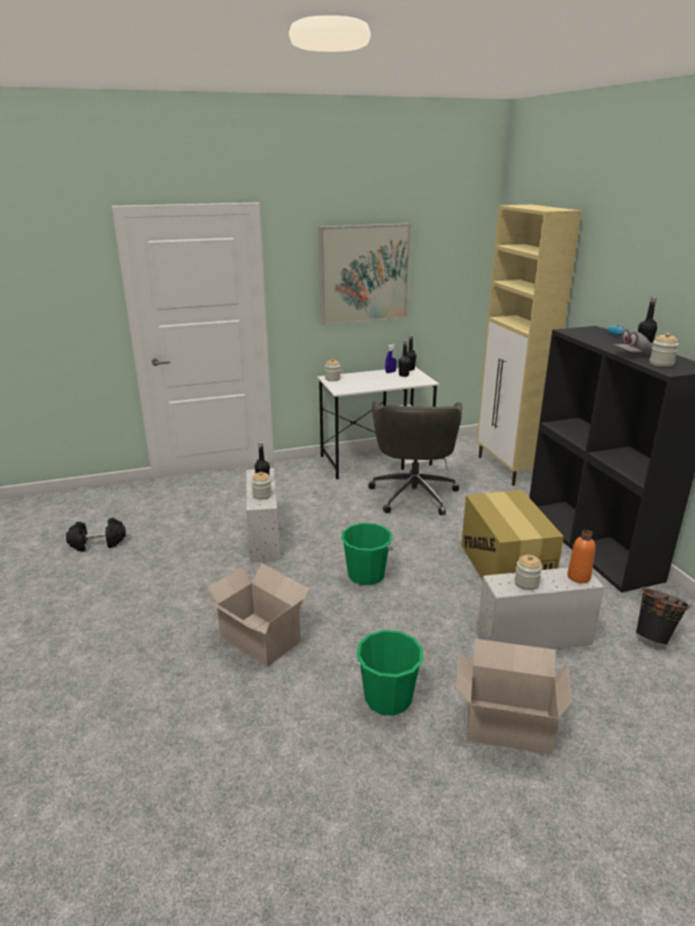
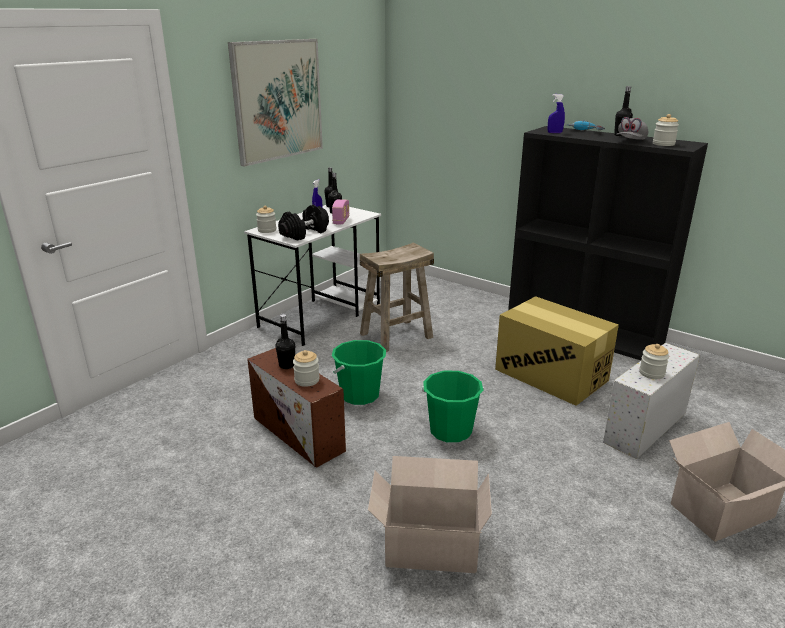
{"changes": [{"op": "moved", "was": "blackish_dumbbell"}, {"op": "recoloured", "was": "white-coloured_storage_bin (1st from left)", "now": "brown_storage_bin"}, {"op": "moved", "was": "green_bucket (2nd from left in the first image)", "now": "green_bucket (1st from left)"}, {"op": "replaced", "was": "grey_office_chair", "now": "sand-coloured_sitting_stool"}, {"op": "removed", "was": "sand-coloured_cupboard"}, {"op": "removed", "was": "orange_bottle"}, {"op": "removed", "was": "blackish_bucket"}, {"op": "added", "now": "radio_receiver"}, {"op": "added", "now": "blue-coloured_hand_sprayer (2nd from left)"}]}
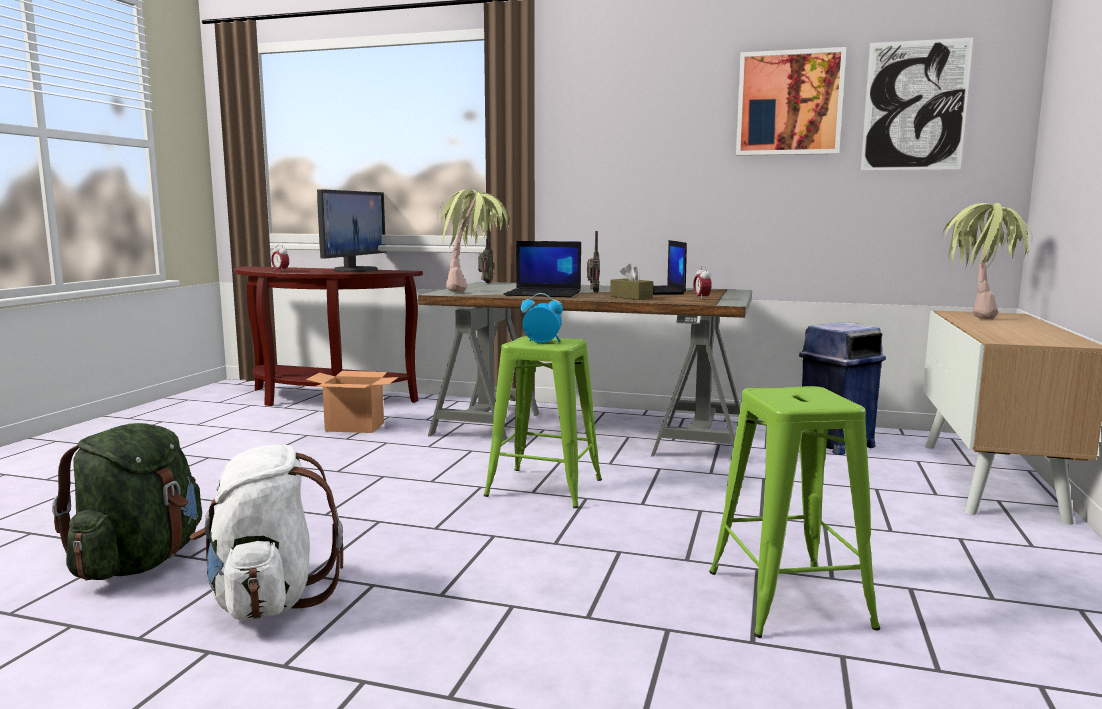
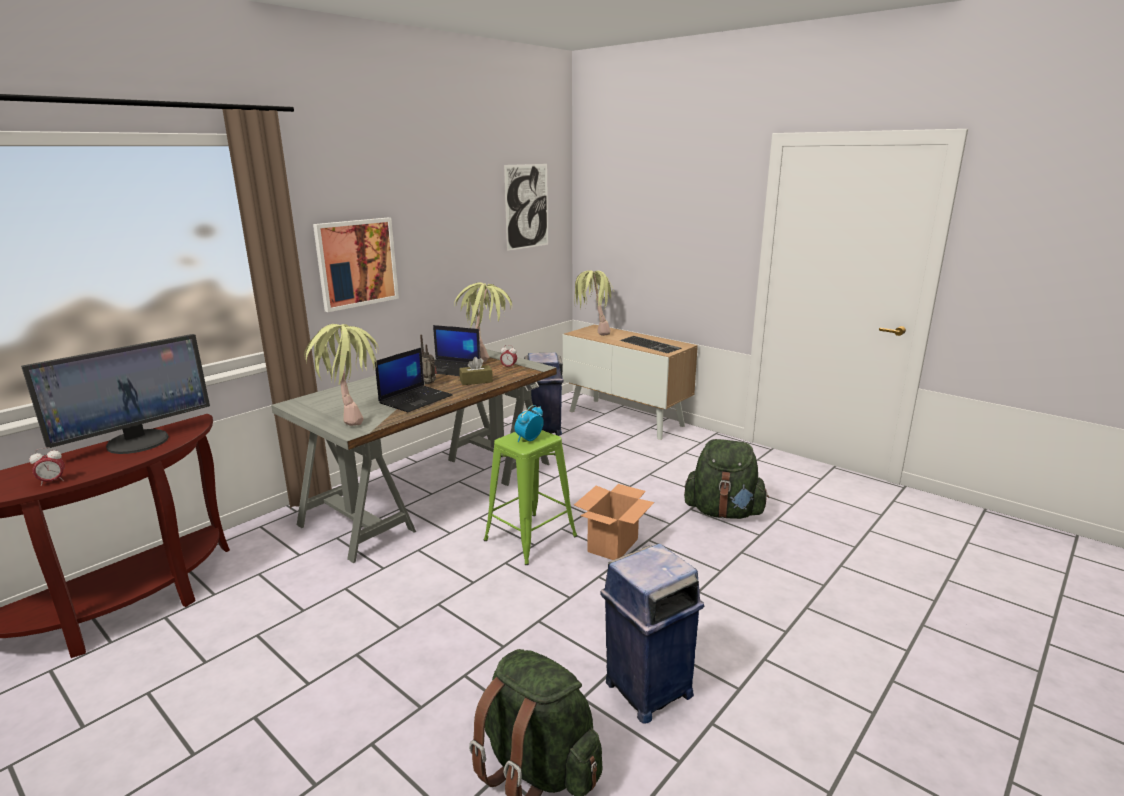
{"changes": [{"op": "replaced", "was": "white-coloured_knapsack", "now": "blue-coloured_trash_can (2nd from left)"}, {"op": "moved", "was": "cardboard_box"}, {"op": "turned", "was": "monitor", "clockwise": 90}, {"op": "removed", "was": "radio_receiver (1st from left)"}, {"op": "replaced", "was": "green_sitting_stool (2nd from left)", "now": "green_knapsack (2nd from left)"}, {"op": "moved", "was": "wall_art (1st from left)"}, {"op": "added", "now": "potted_plant (2nd from left)"}, {"op": "added", "now": "computer_keyboard"}]}
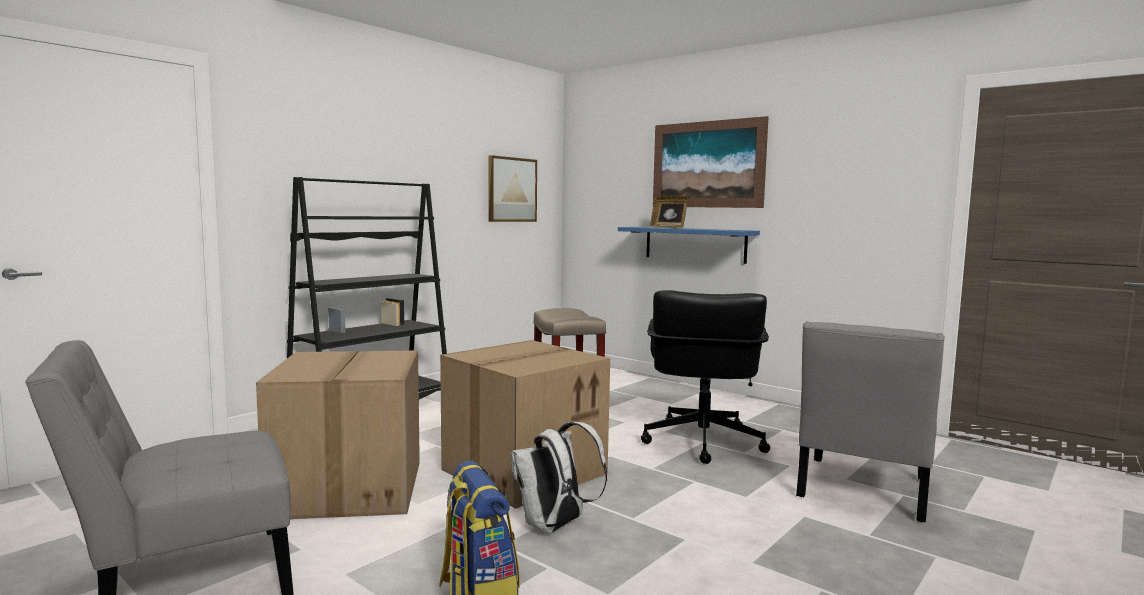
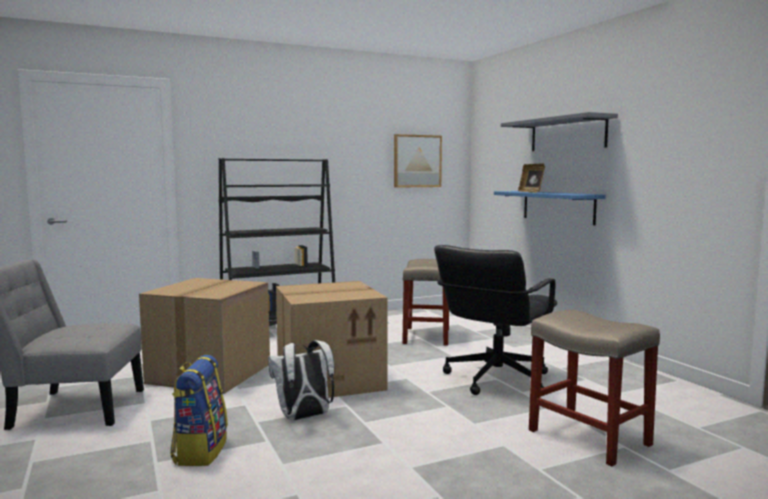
{"changes": [{"op": "replaced", "was": "wall_art (2nd from left)", "now": "grey_shelf"}, {"op": "replaced", "was": "grey_upright_chair (2nd from left)", "now": "sand-coloured_sitting_stool (2nd from left)"}]}
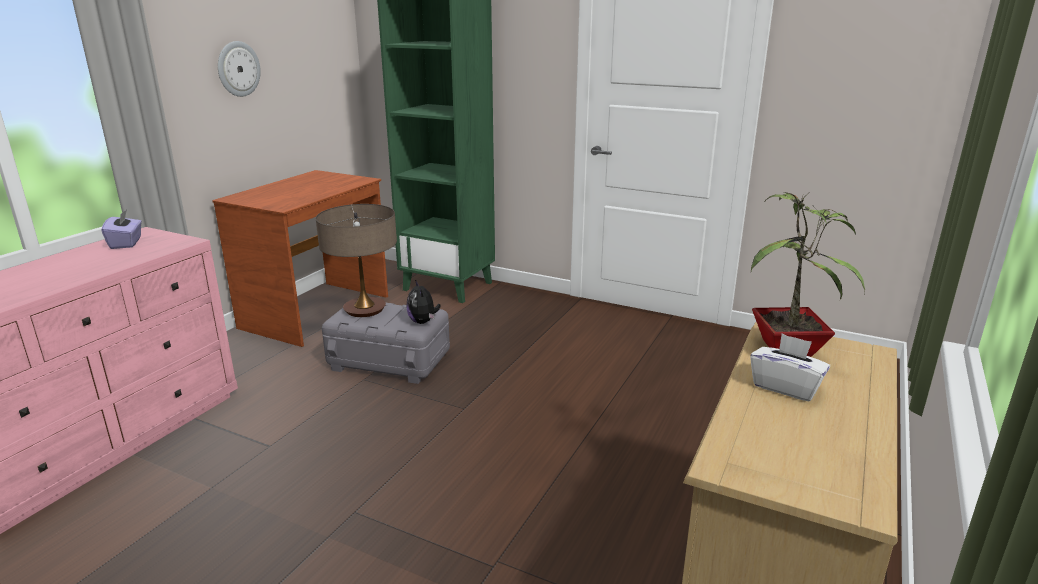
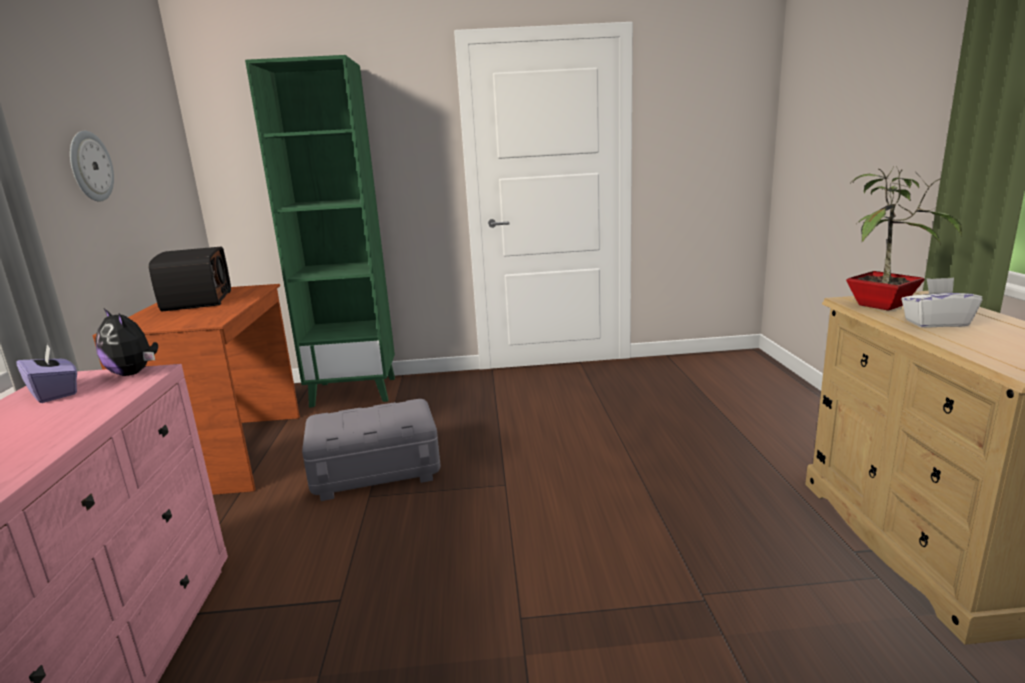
{"changes": [{"op": "removed", "was": "tabletop_lamp"}, {"op": "moved", "was": "soft_toy"}, {"op": "added", "now": "radio_receiver"}]}
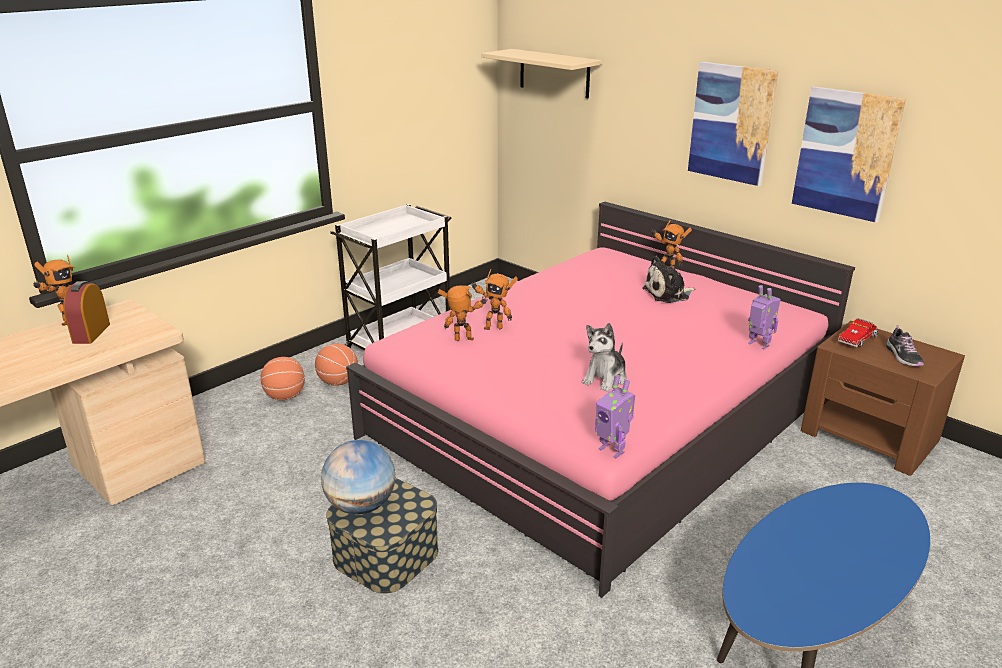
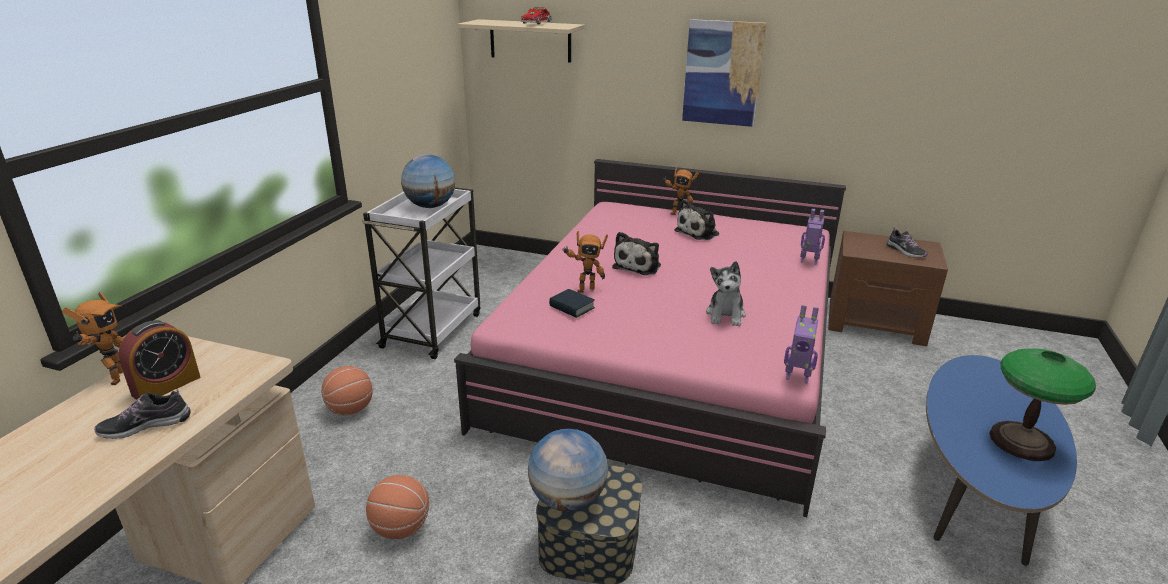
{"changes": [{"op": "turned", "was": "table_clock", "clockwise": -120}, {"op": "moved", "was": "basketball_ball (2nd from left)"}, {"op": "replaced", "was": "model_robot (2nd from left)", "now": "volume"}, {"op": "removed", "was": "wall_art (2nd from left)"}, {"op": "moved", "was": "model_truck"}, {"op": "added", "now": "shoe (1st from left)"}, {"op": "added", "now": "world_globe (1st from left)"}, {"op": "added", "now": "soft_toy (1st from left)"}, {"op": "added", "now": "tabletop_lamp"}]}
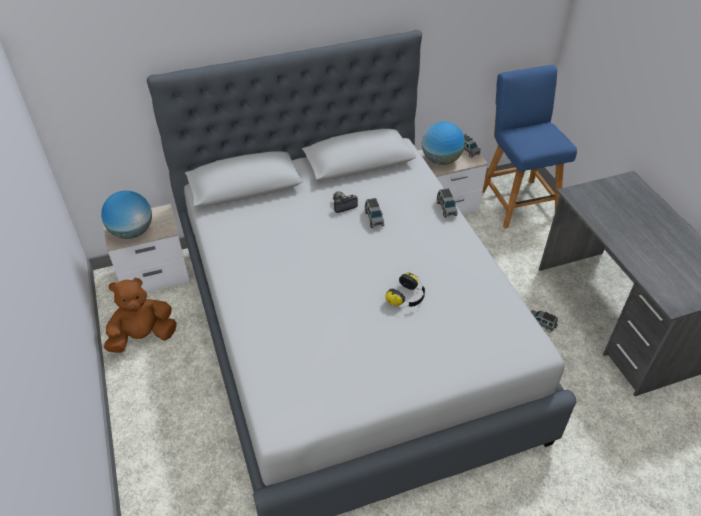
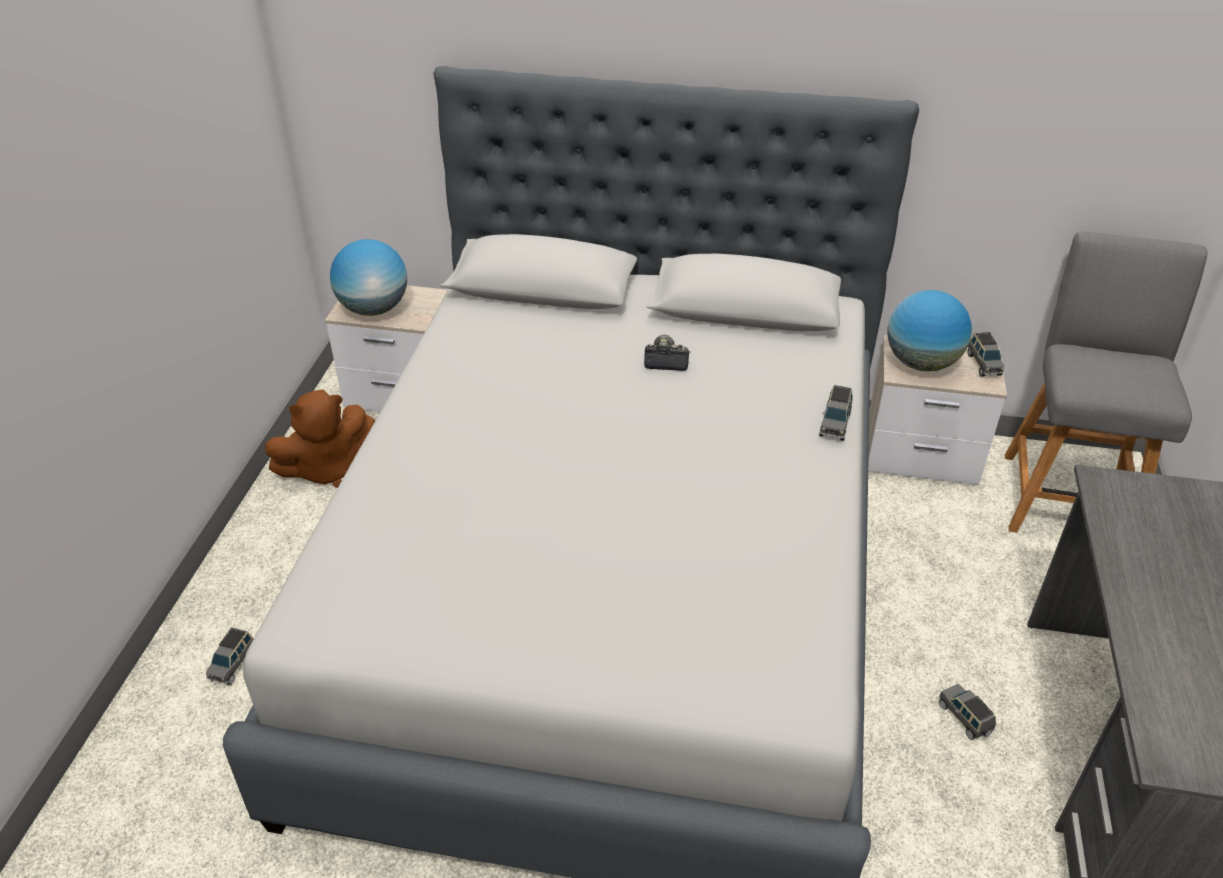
{"changes": [{"op": "turned", "was": "brown_soft_toy", "clockwise": 150}, {"op": "moved", "was": "grey_toy_car (1st from left)"}, {"op": "removed", "was": "pair_of_headphones"}, {"op": "recoloured", "was": "blue-coloured_upright_chair", "now": "grey_upright_chair"}]}
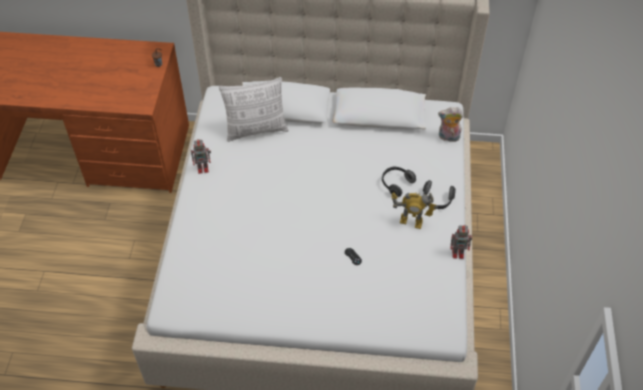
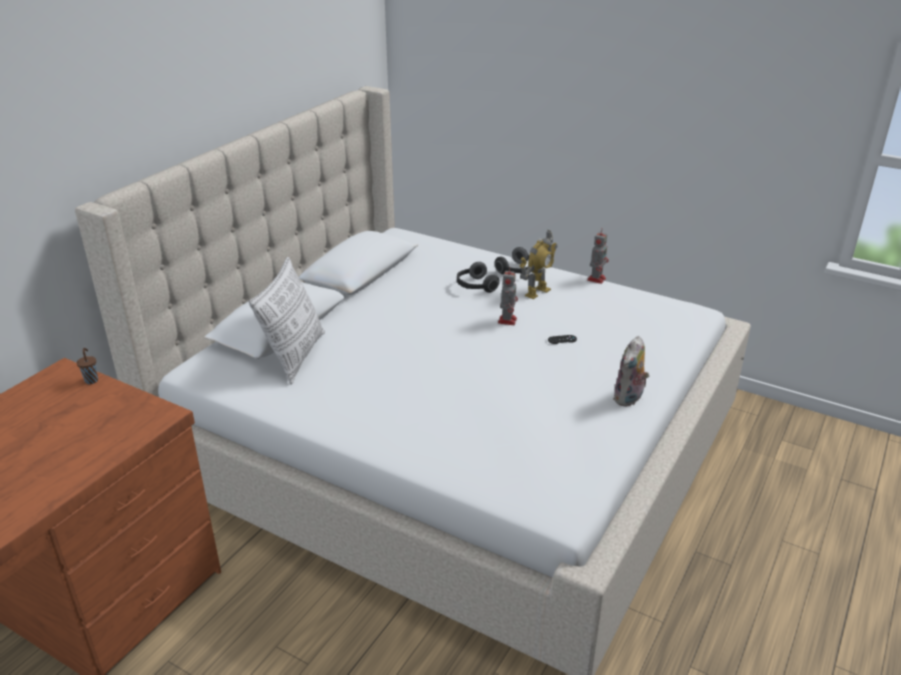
{"changes": [{"op": "moved", "was": "model_robot (1st from left)"}, {"op": "moved", "was": "soft_toy"}]}
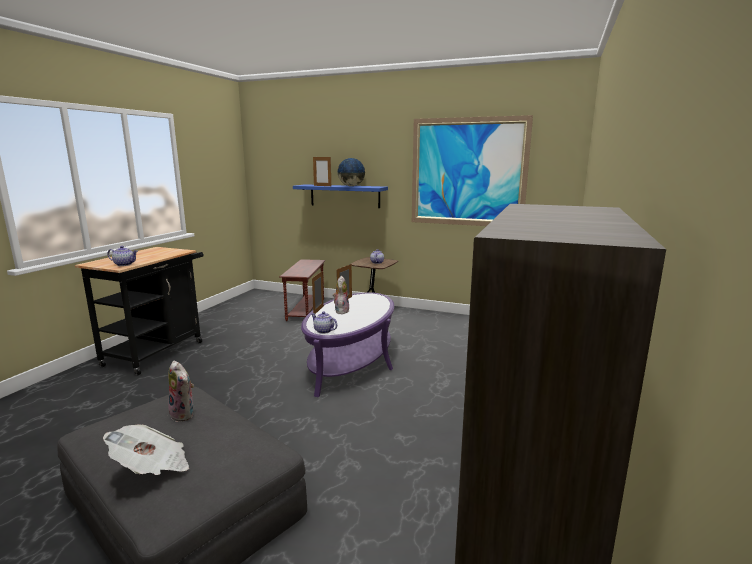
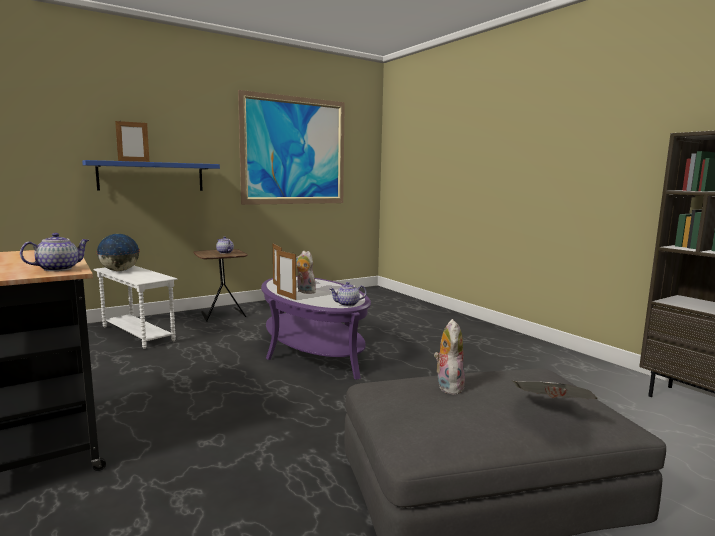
{"changes": [{"op": "turned", "was": "soft_toy (1st from left in the first image)", "clockwise": -75}, {"op": "recoloured", "was": "brown_end_table (1st from left)", "now": "white-coloured_end_table"}, {"op": "moved", "was": "world_globe"}]}
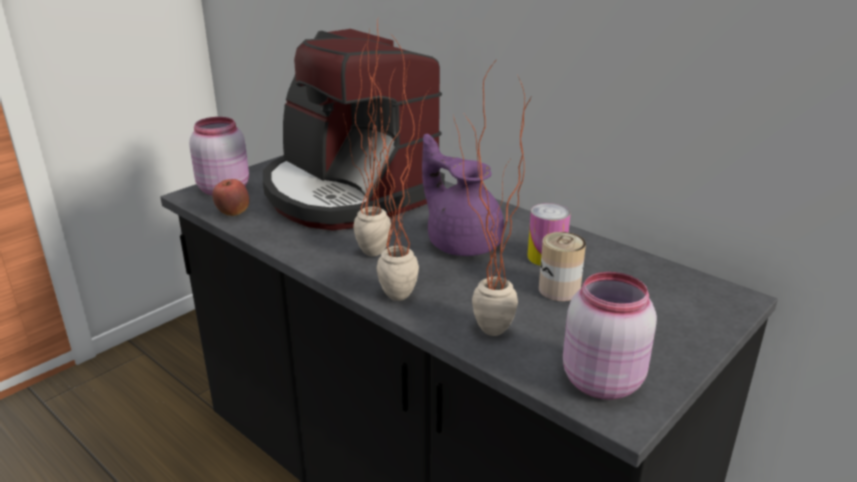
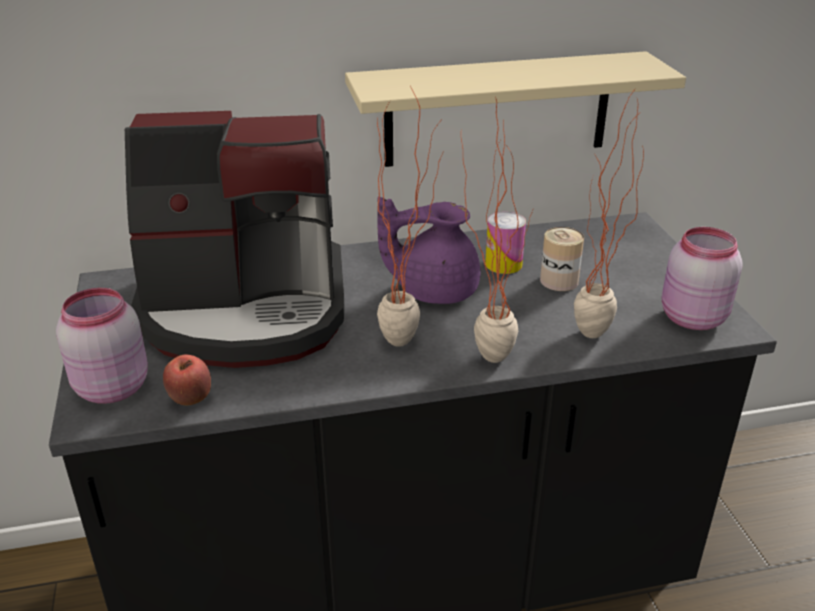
{"changes": [{"op": "added", "now": "sand-coloured_shelf"}]}
